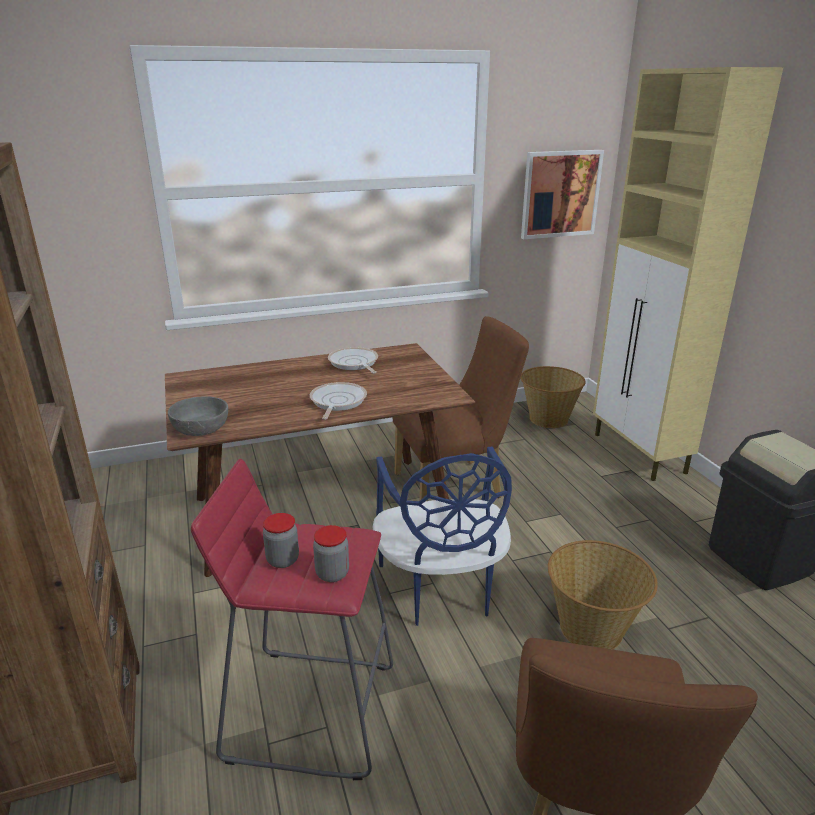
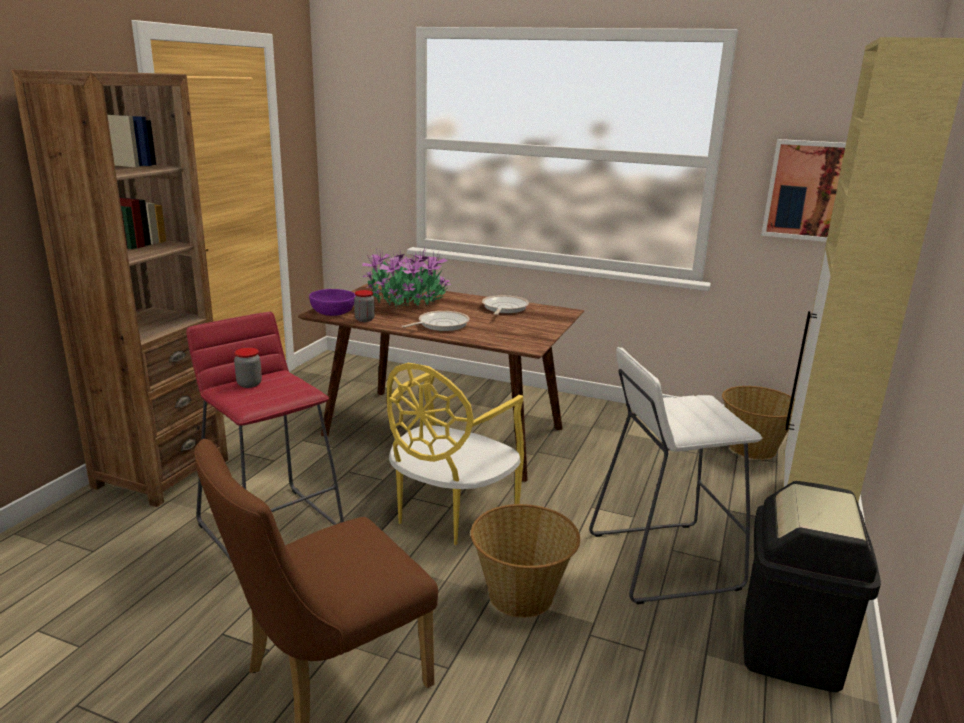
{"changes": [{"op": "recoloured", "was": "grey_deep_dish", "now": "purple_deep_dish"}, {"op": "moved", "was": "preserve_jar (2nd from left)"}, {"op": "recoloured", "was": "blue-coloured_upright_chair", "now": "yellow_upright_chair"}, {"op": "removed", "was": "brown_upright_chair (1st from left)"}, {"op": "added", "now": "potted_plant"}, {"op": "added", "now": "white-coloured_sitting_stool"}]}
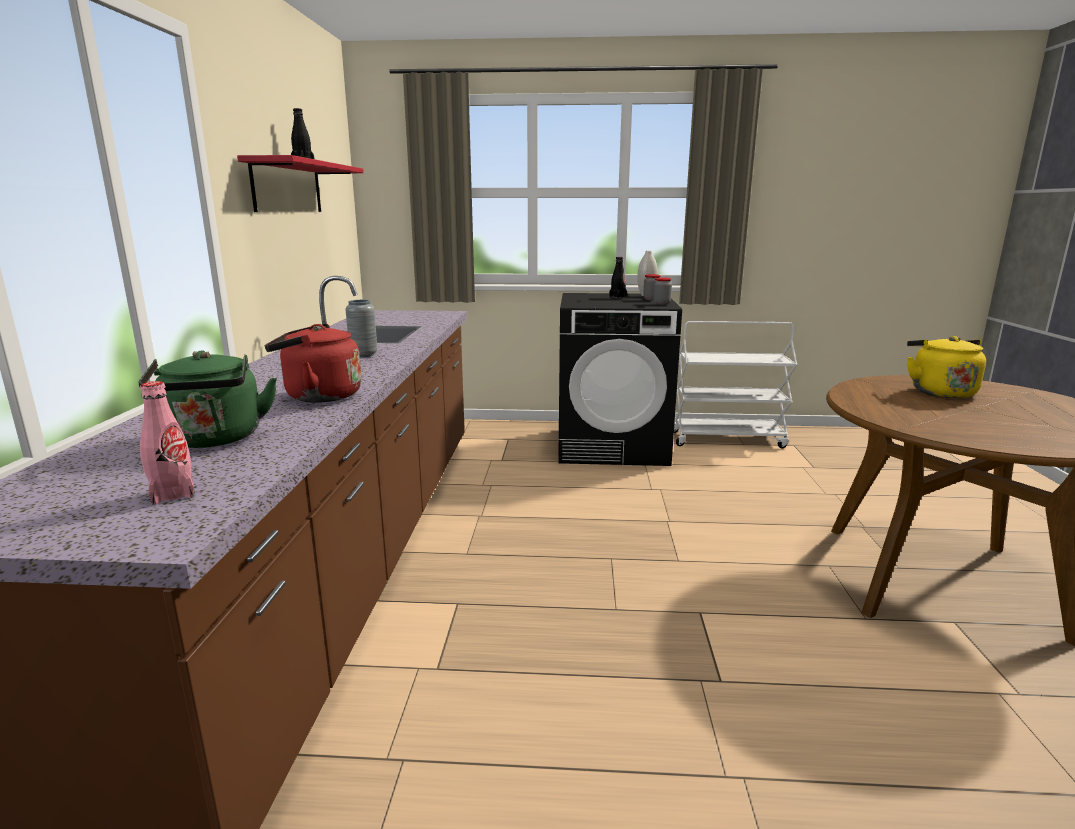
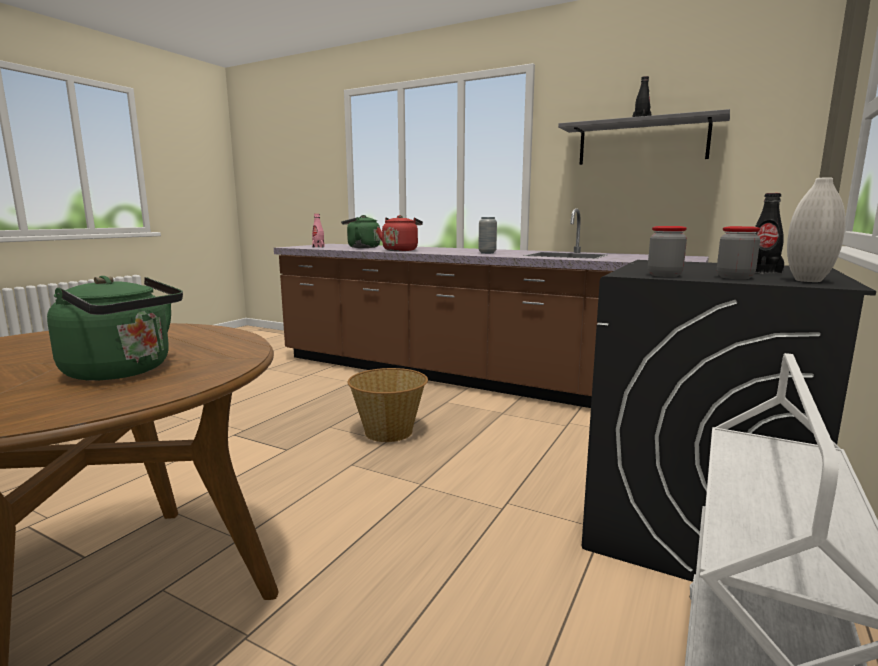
{"changes": [{"op": "recoloured", "was": "red-coloured_shelf", "now": "grey_shelf"}, {"op": "recoloured", "was": "yellow_kettle", "now": "green_kettle (1st from left)"}, {"op": "added", "now": "household_basket"}]}
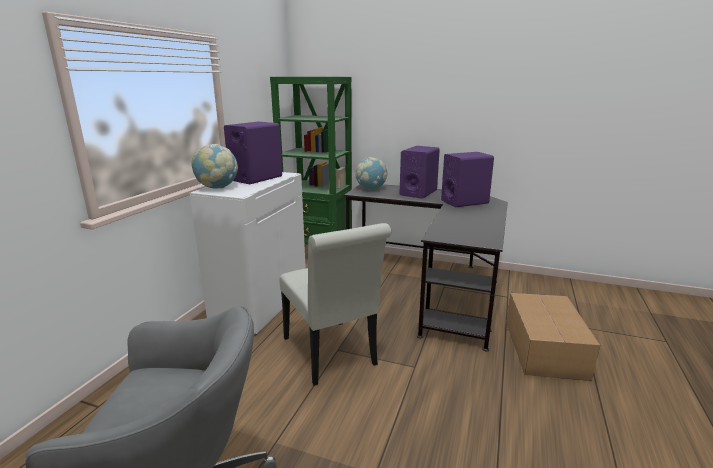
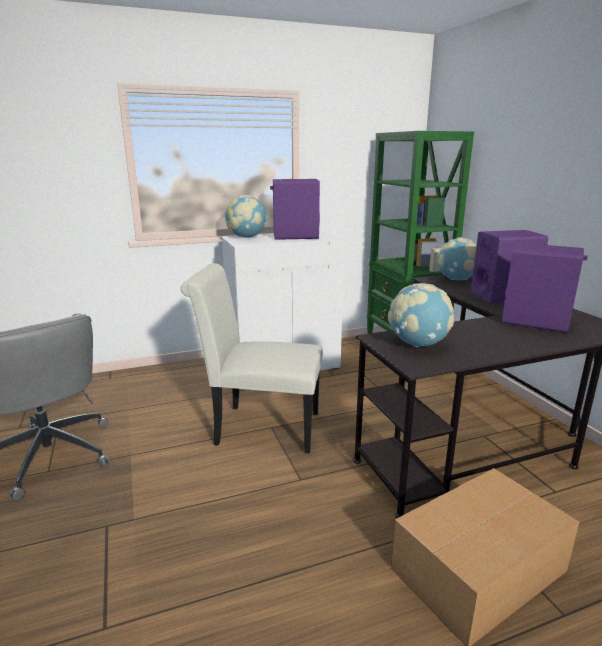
{"changes": [{"op": "turned", "was": "white-coloured_upright_chair", "clockwise": 75}, {"op": "added", "now": "world_globe (2nd from left)"}]}
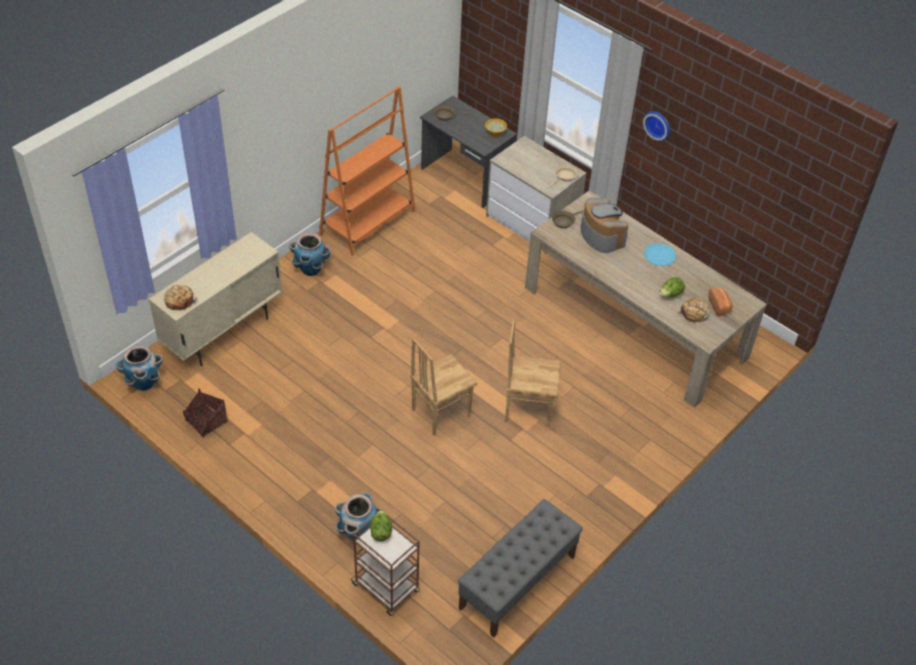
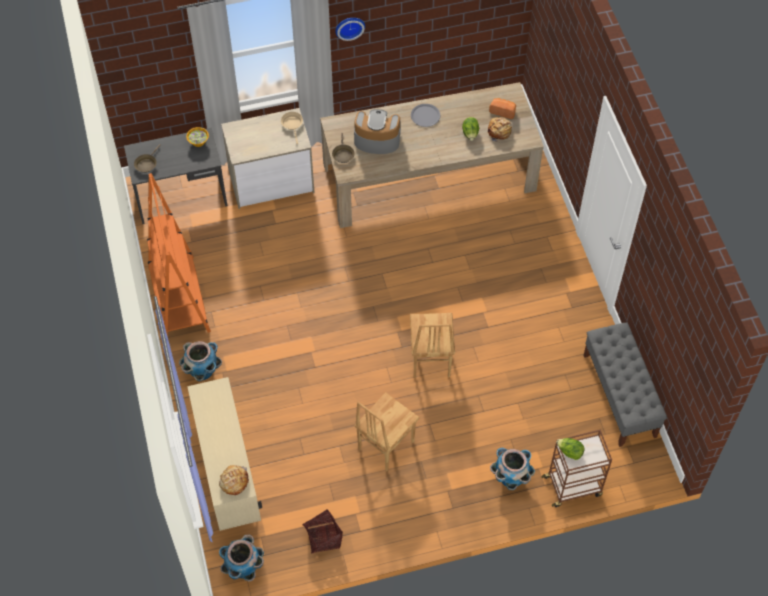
{"changes": [{"op": "moved", "was": "brown_upright_chair (2nd from left in the first image)", "now": "brown_upright_chair (1st from left)"}, {"op": "recoloured", "was": "blue-coloured_dinner_plate", "now": "grey_dinner_plate"}]}
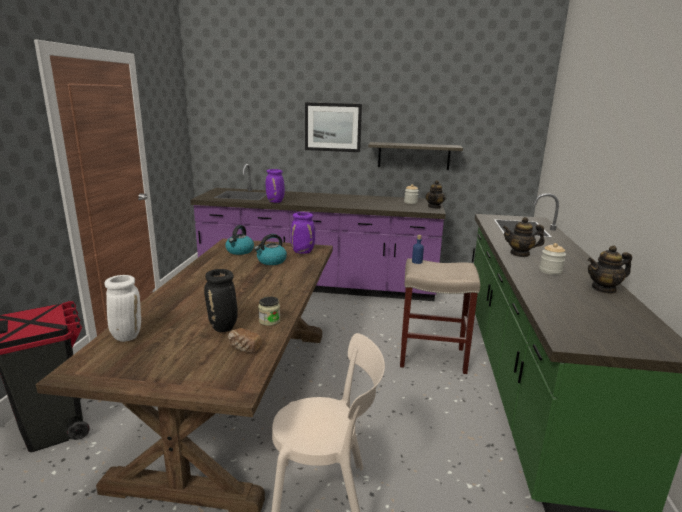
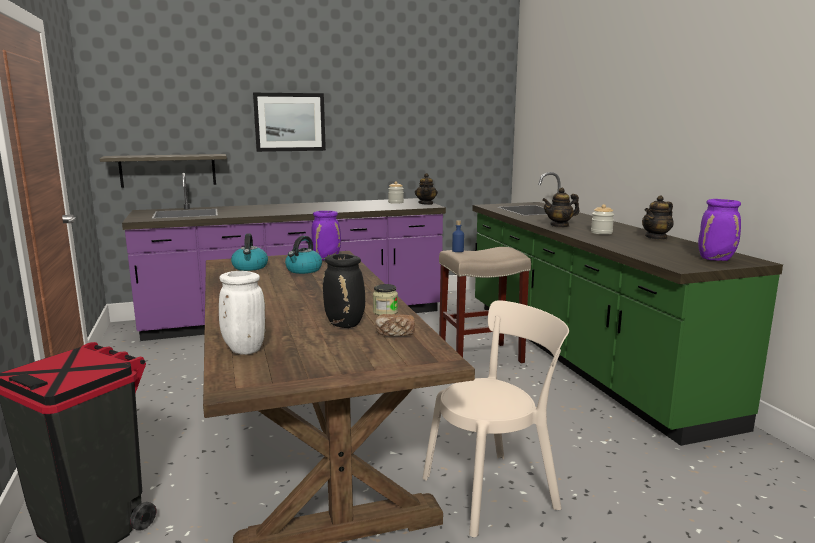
{"changes": [{"op": "moved", "was": "purple_decorative_vase (1st from left in the first image)", "now": "purple_decorative_vase (2nd from left)"}, {"op": "moved", "was": "shelf"}]}
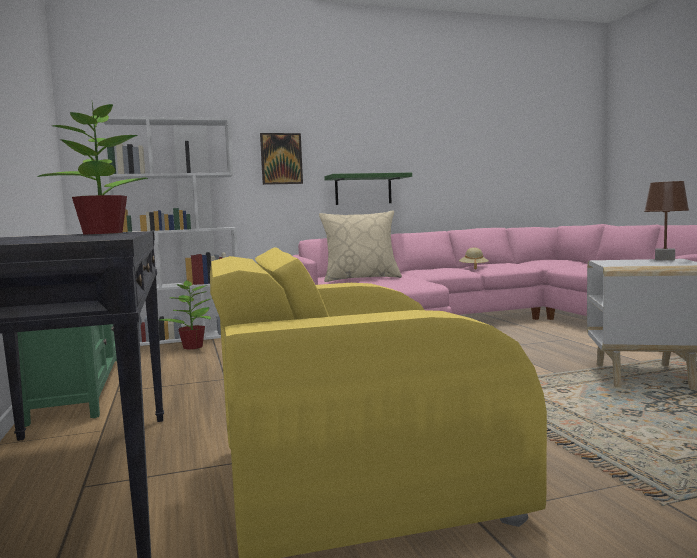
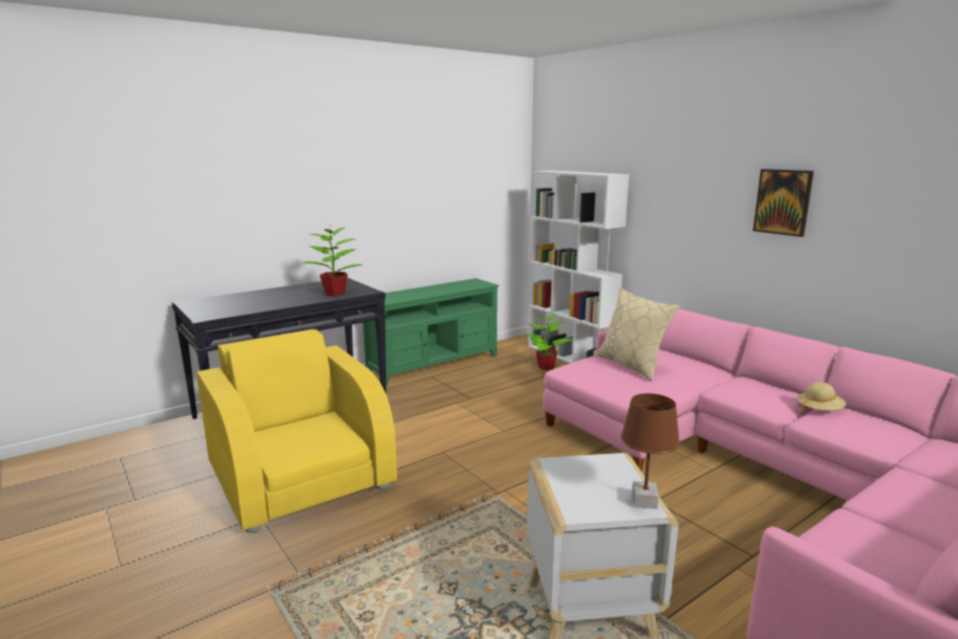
{"changes": [{"op": "moved", "was": "wall_art"}, {"op": "removed", "was": "green_shelf"}]}
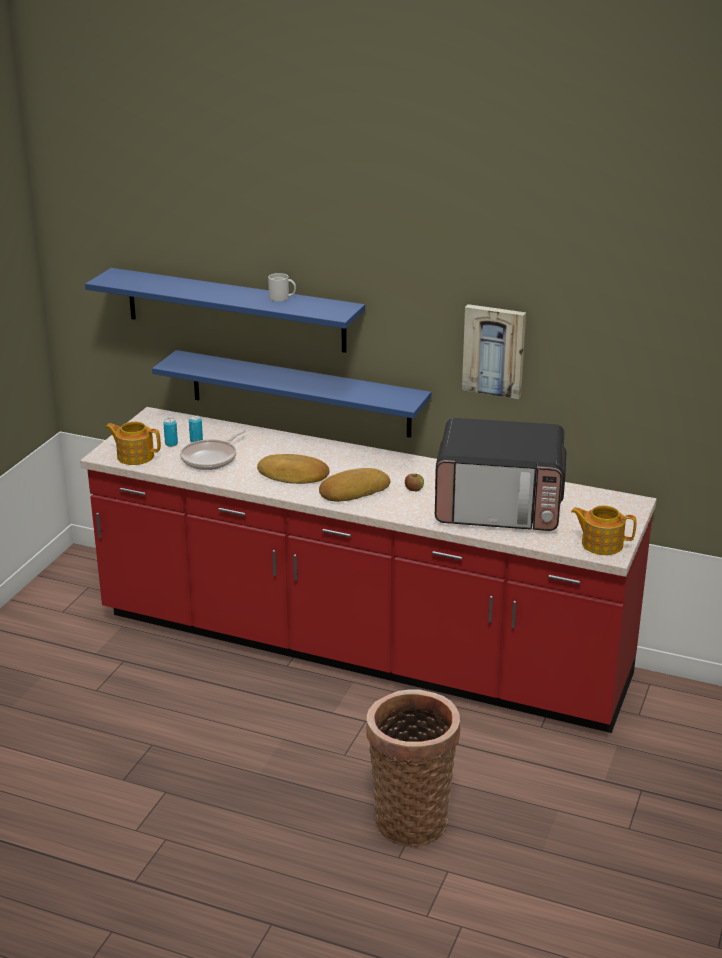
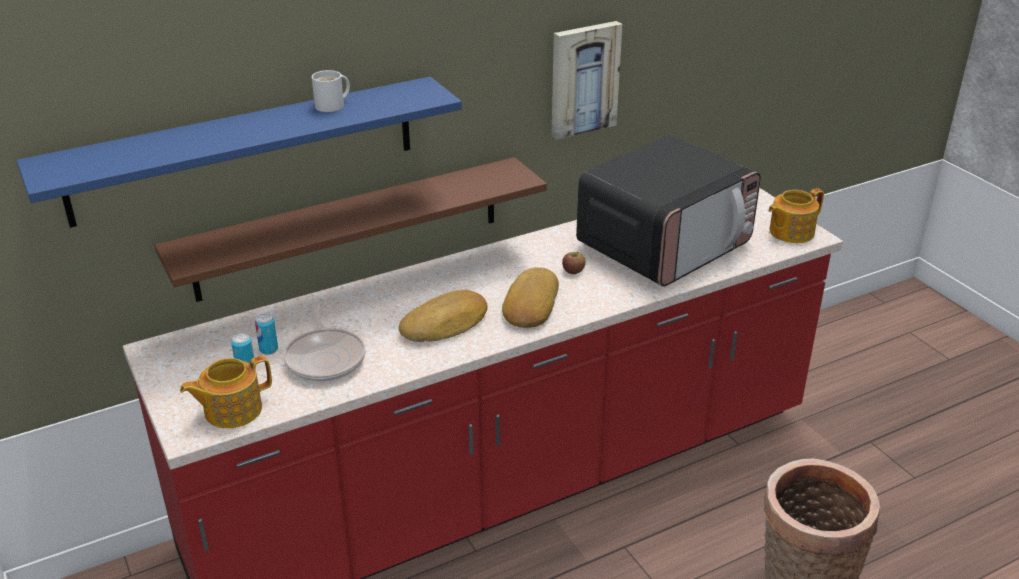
{"changes": [{"op": "recoloured", "was": "blue-coloured_shelf (2nd from left)", "now": "brown_shelf"}]}
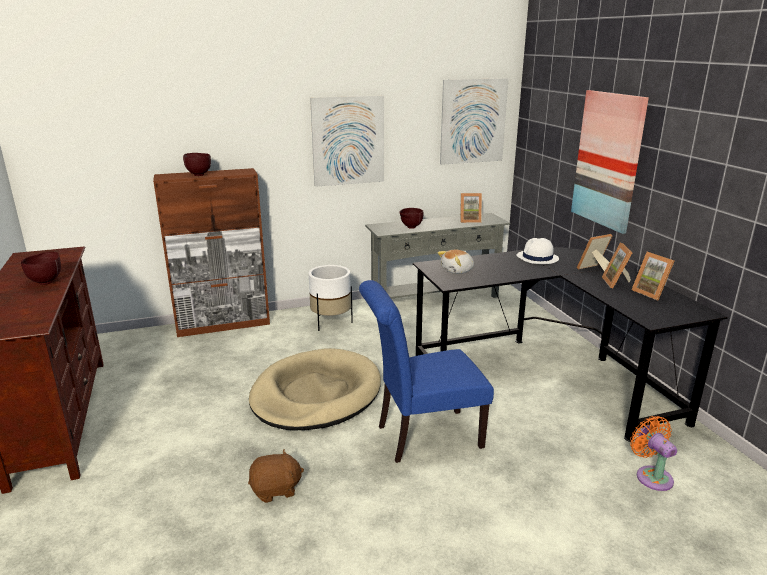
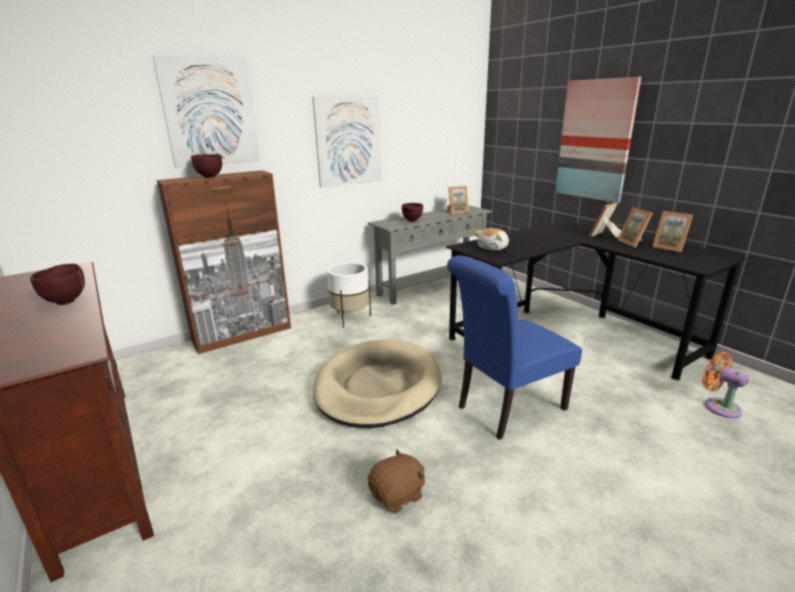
{"changes": [{"op": "moved", "was": "wall_art (2nd from left in the first image)", "now": "wall_art (1st from left)"}, {"op": "removed", "was": "white-coloured_wearable_hat"}]}
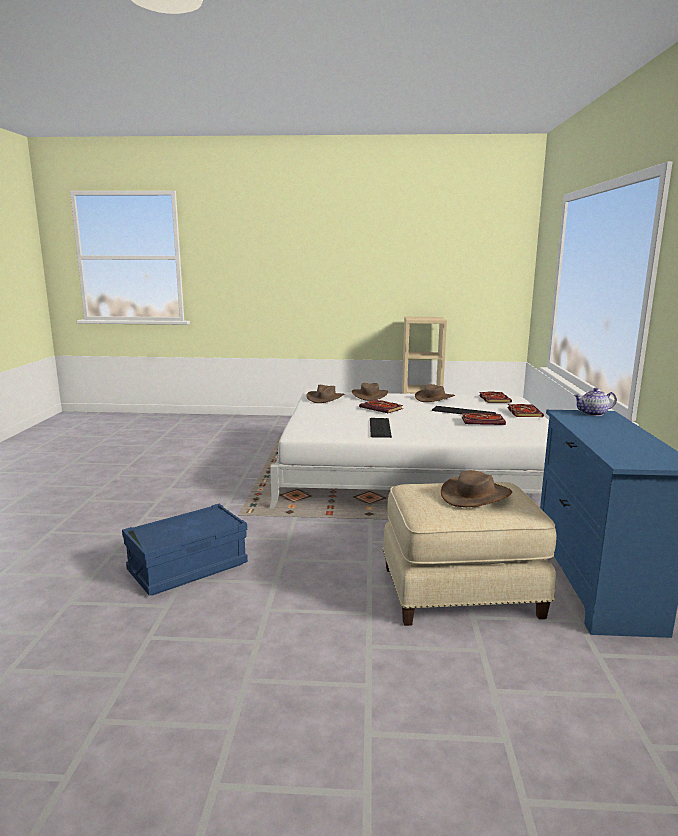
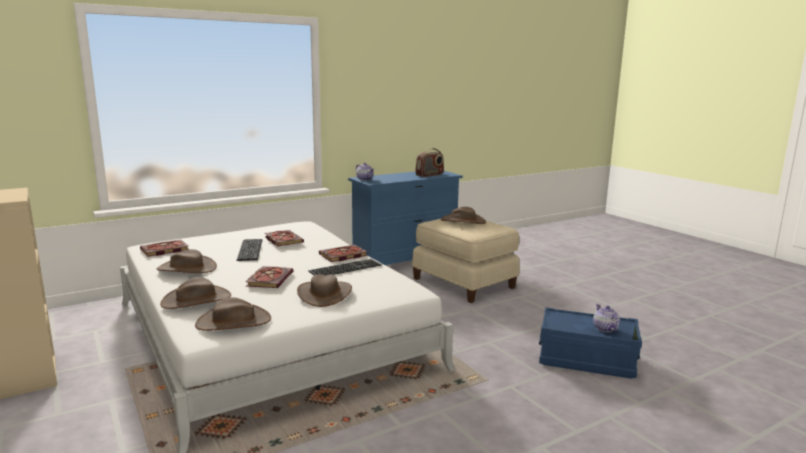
{"changes": [{"op": "moved", "was": "volume (4th from left)"}, {"op": "added", "now": "brown_wearable_hat (4th from left)"}, {"op": "added", "now": "radio_receiver"}, {"op": "added", "now": "tea_pot (2nd from left)"}]}
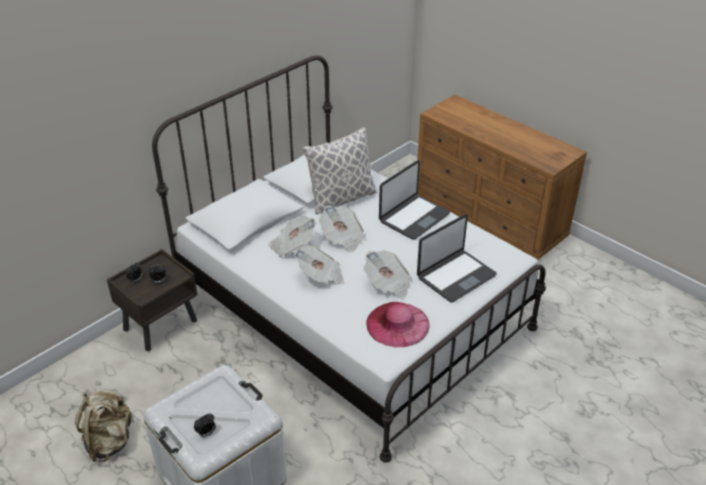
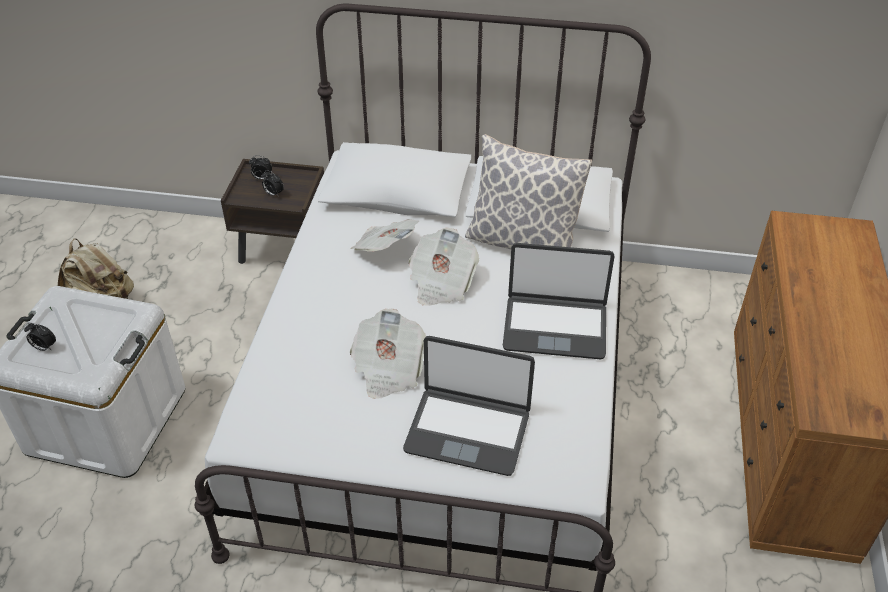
{"changes": [{"op": "removed", "was": "daily_paper (2nd from left)"}, {"op": "removed", "was": "pink-coloured_wearable_hat"}]}
